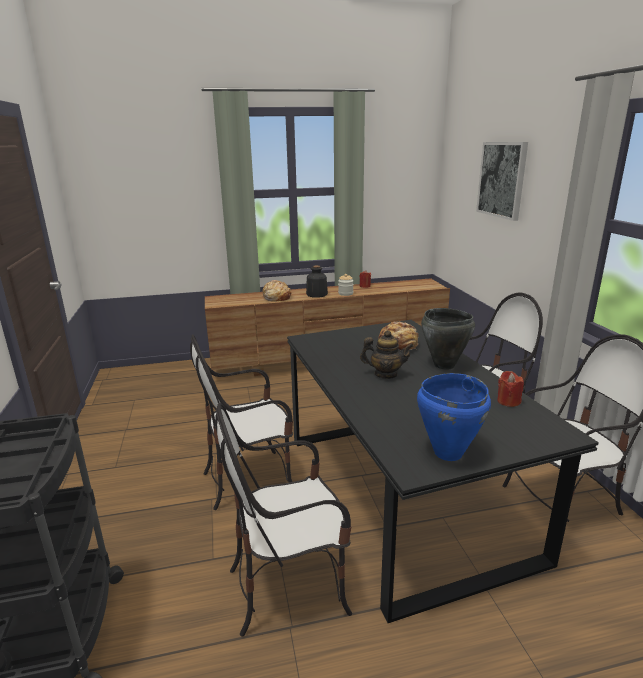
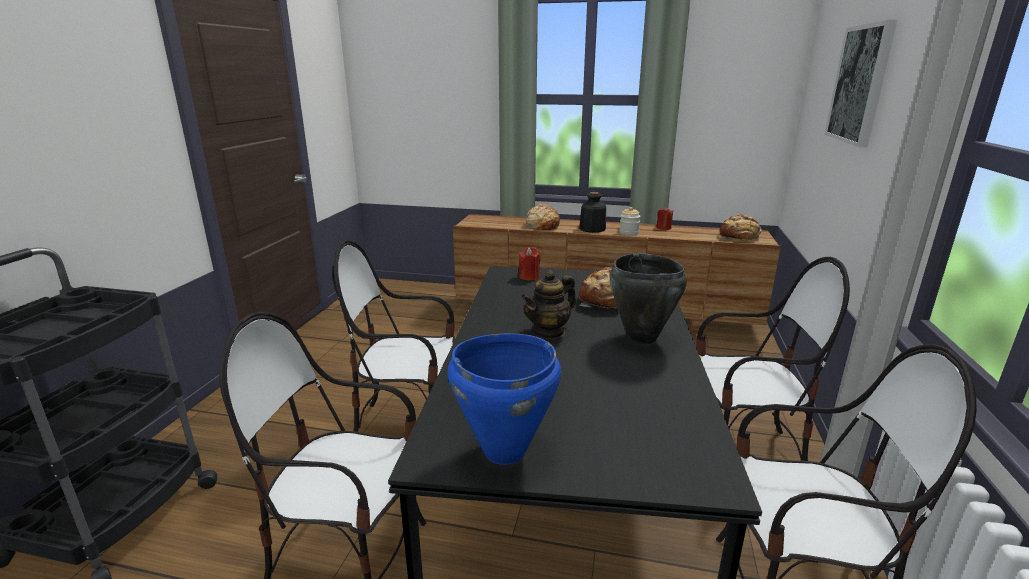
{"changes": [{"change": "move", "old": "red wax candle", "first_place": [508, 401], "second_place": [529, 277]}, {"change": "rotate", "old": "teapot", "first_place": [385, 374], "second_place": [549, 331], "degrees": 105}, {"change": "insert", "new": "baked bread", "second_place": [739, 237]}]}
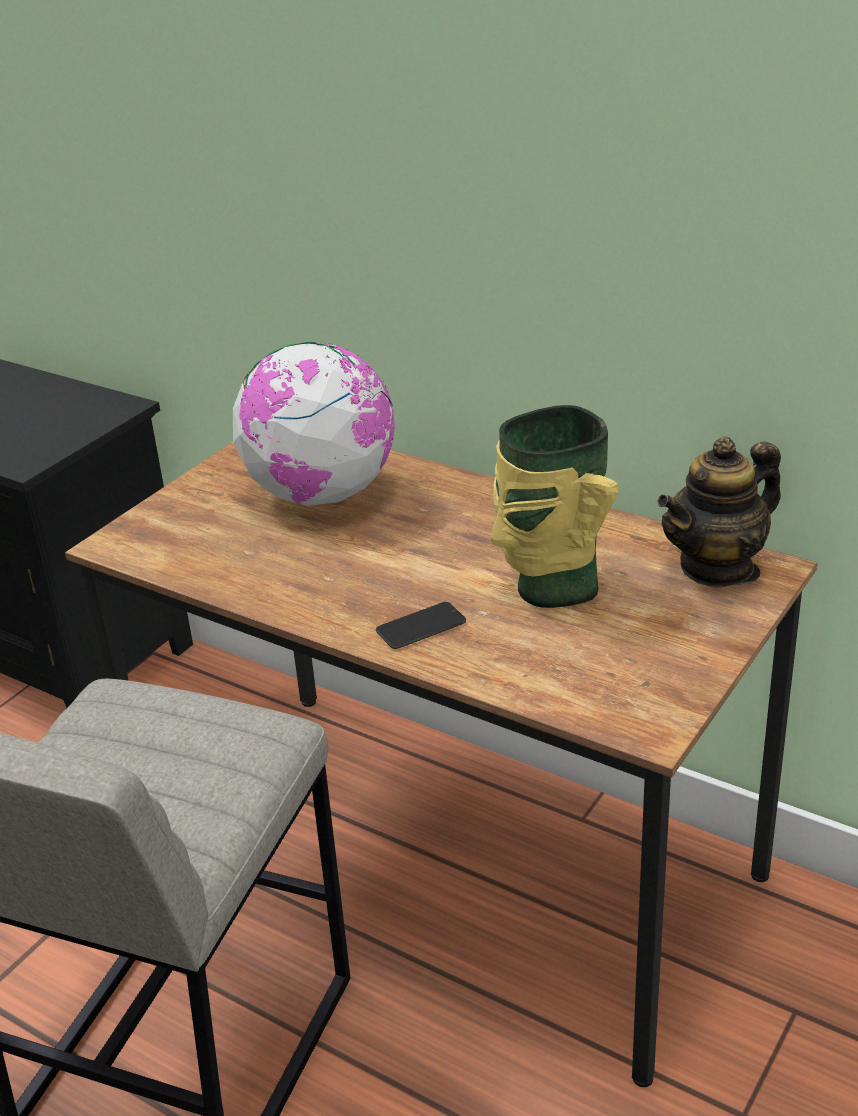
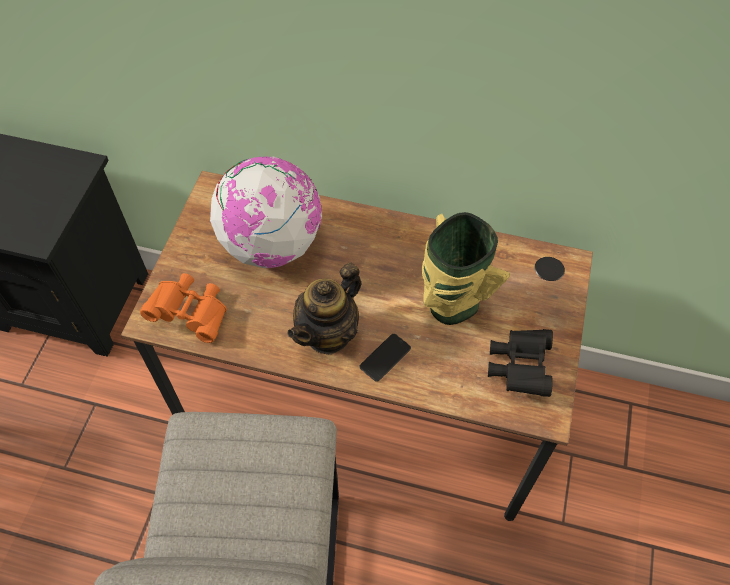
{"changes": [{"change": "insert", "new": "orangey field glasses", "second_place": [191, 314]}, {"change": "move", "old": "teapot", "first_place": [717, 567], "second_place": [328, 333]}, {"change": "insert", "new": "black-coloured field glasses", "second_place": [519, 367]}]}
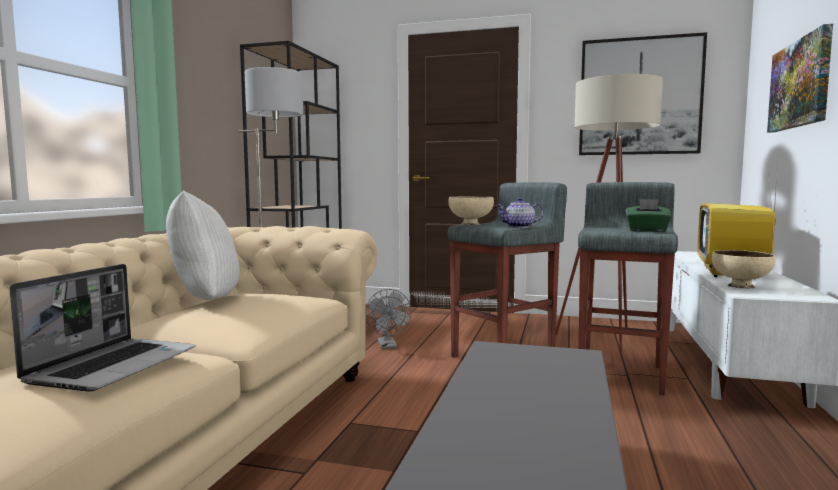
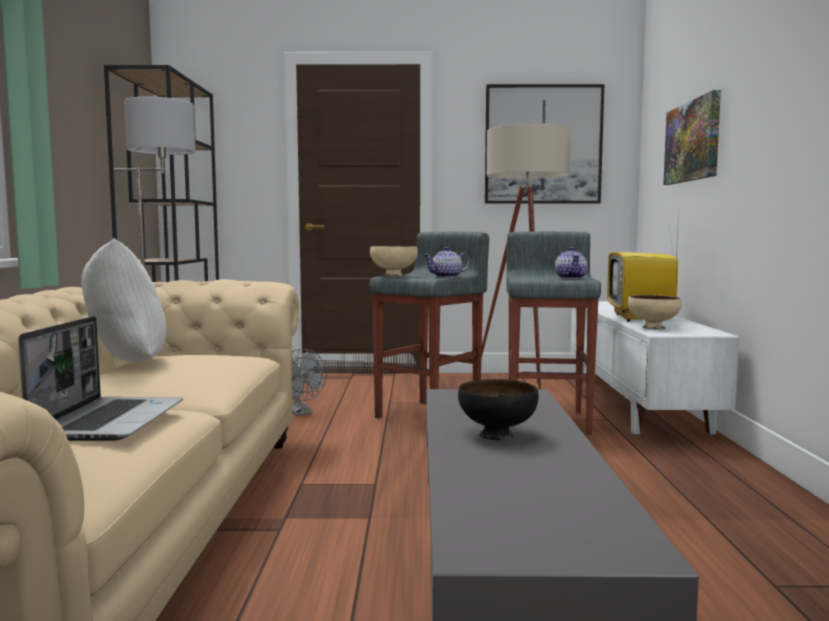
{"changes": [{"change": "insert", "new": "black-coloured deep dish", "second_place": [497, 435]}, {"change": "replace", "old": "green box of tissues", "new": "teapot", "first_place": [647, 231], "second_place": [571, 278]}]}
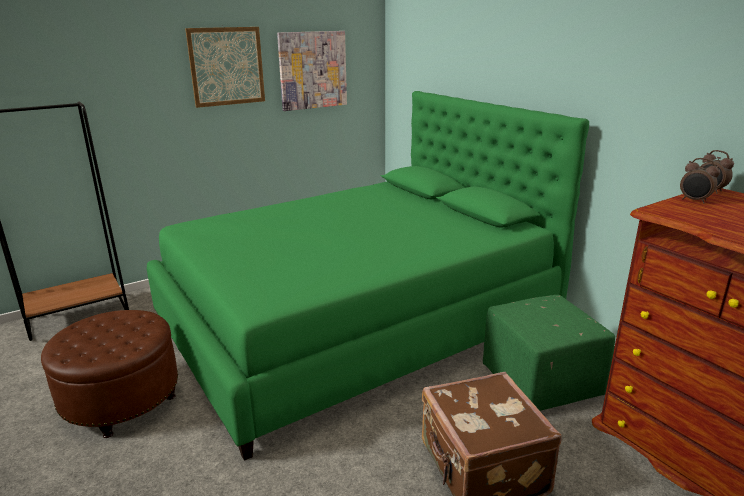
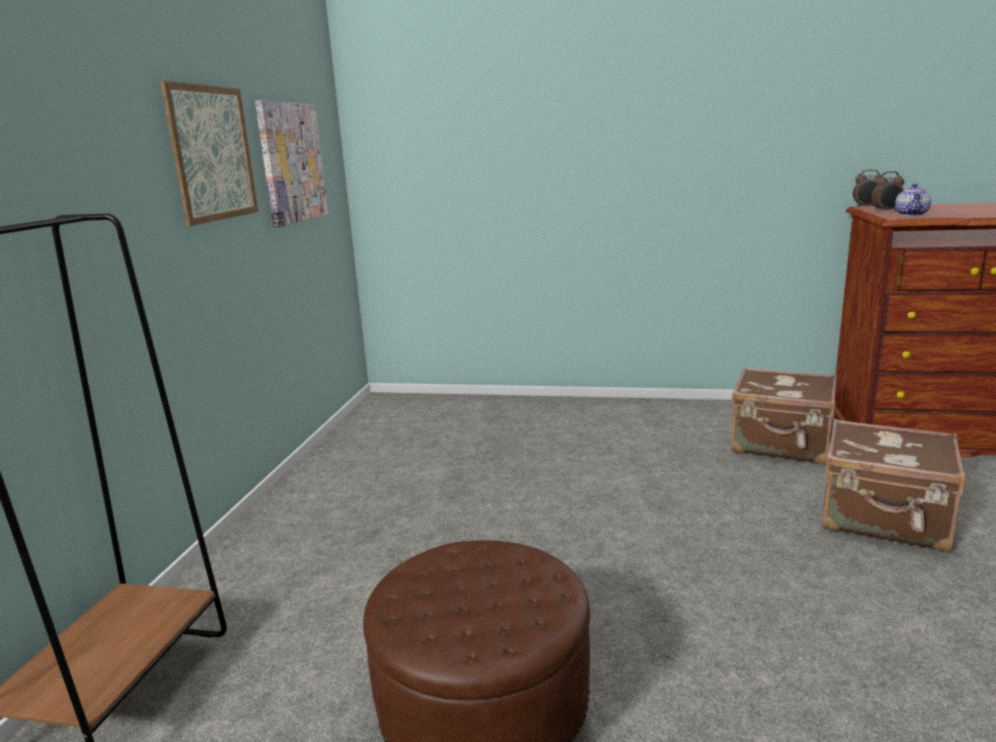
{"changes": [{"change": "replace", "old": "green ottoman", "new": "brown-coloured suitcase", "first_place": [541, 383], "second_place": [781, 445]}, {"change": "insert", "new": "teapot", "second_place": [912, 214]}, {"change": "delete", "old": "green bed", "first_place": [358, 321]}]}
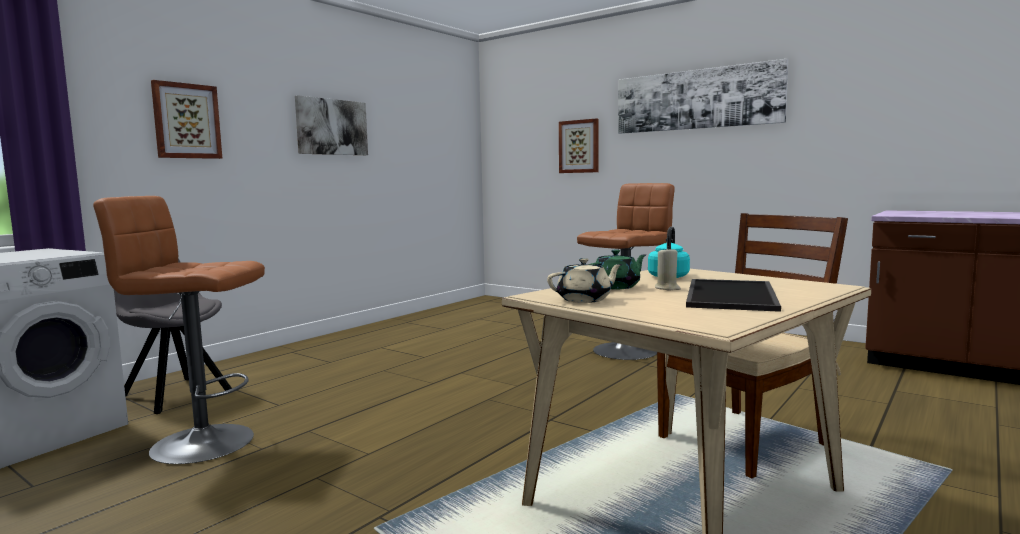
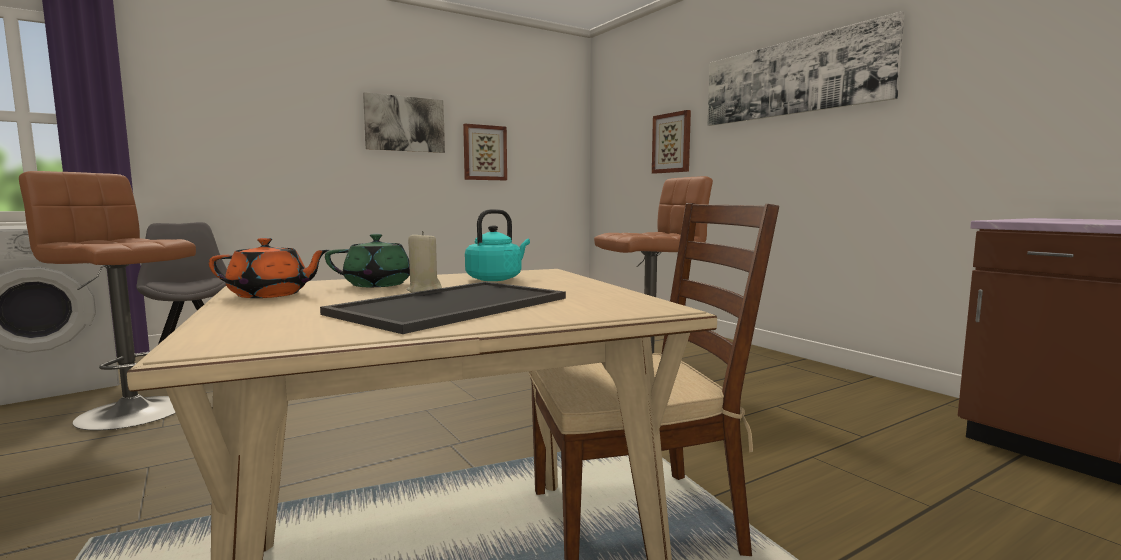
{"changes": [{"change": "recolor", "old": "beige-coloured teapot", "new": "orangey teapot", "first_place": [585, 299], "second_place": [270, 295]}, {"change": "move", "old": "picture", "first_place": [186, 121], "second_place": [484, 153]}]}
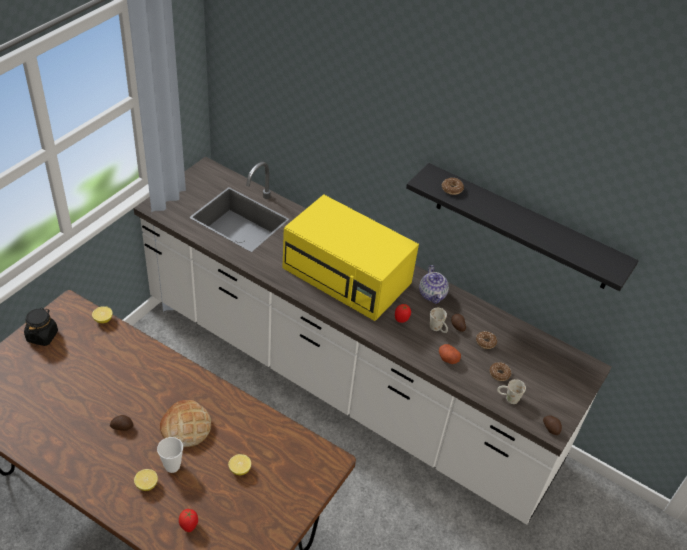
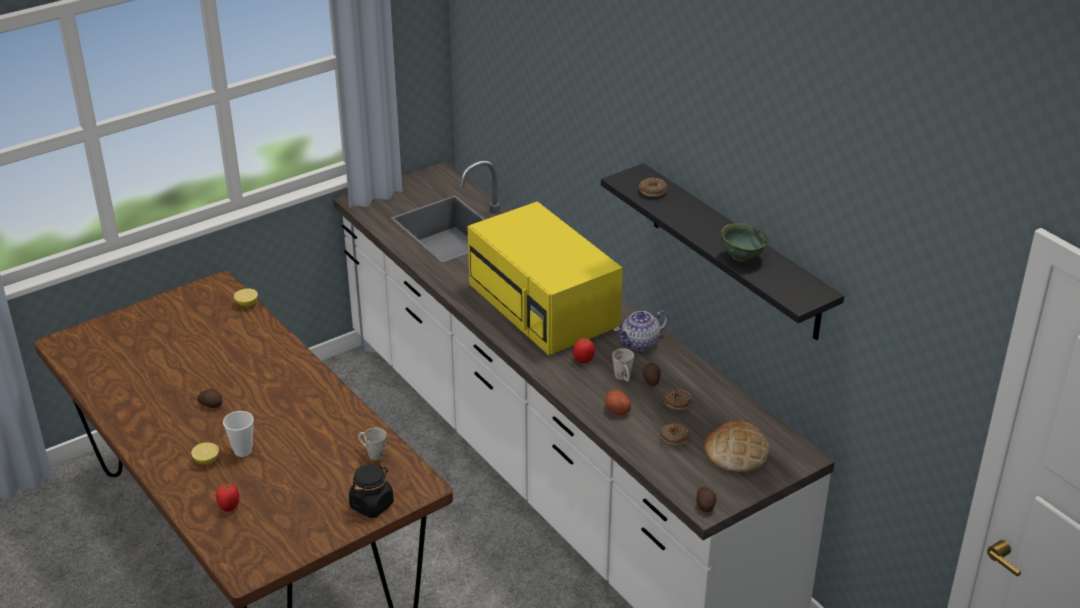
{"changes": [{"change": "move", "old": "black-coloured jar", "first_place": [42, 336], "second_place": [372, 505]}, {"change": "move", "old": "white-coloured coffee mug", "first_place": [508, 398], "second_place": [372, 453]}, {"change": "rotate", "old": "teapot", "first_place": [432, 295], "second_place": [640, 343], "degrees": 45}, {"change": "move", "old": "baked bread", "first_place": [186, 427], "second_place": [736, 452]}, {"change": "insert", "new": "green deep dish", "second_place": [741, 257]}, {"change": "delete", "old": "citrus fruit", "first_place": [240, 469]}]}
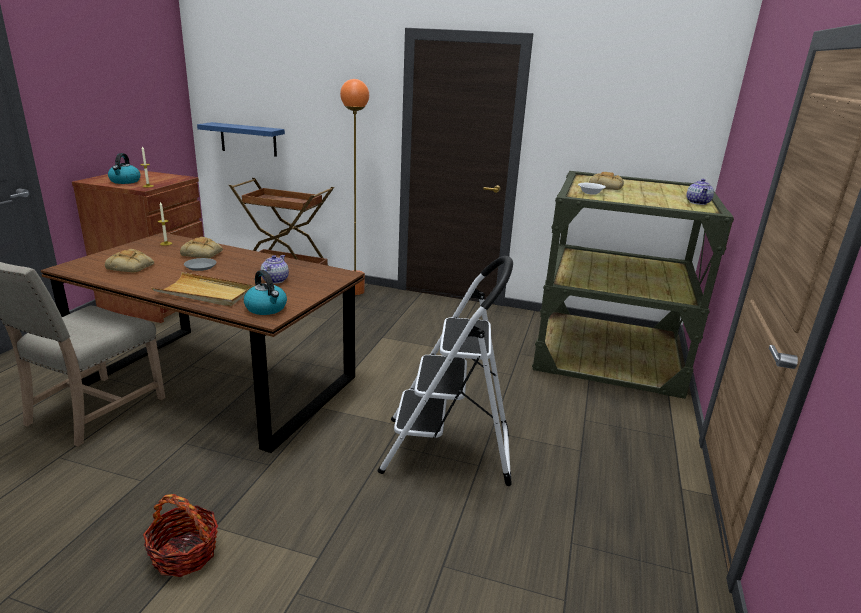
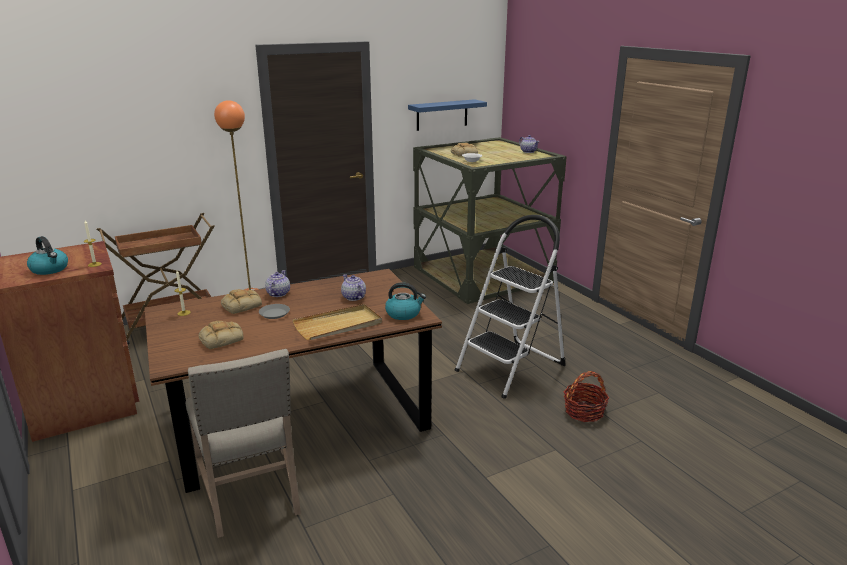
{"changes": [{"change": "insert", "new": "teapot", "second_place": [278, 294]}, {"change": "move", "old": "blue wall shelf", "first_place": [248, 139], "second_place": [442, 115]}, {"change": "move", "old": "storage basket", "first_place": [185, 554], "second_place": [584, 411]}]}
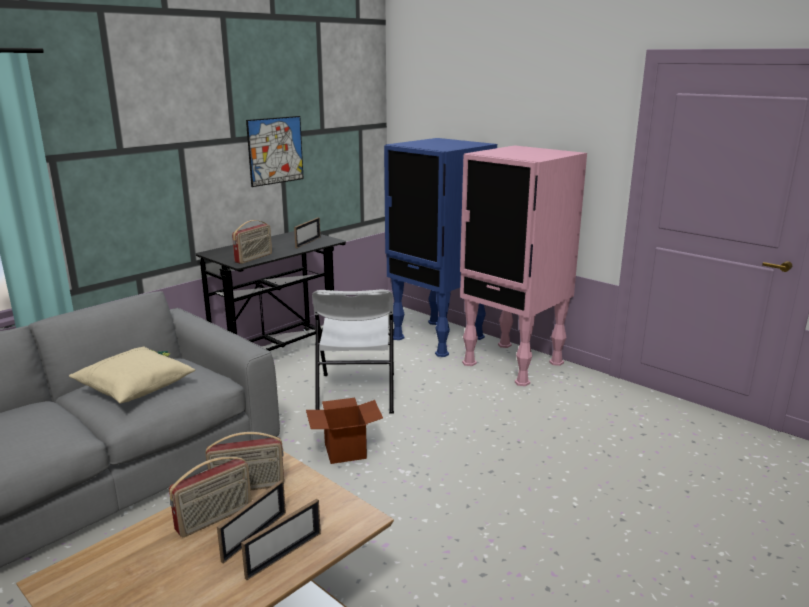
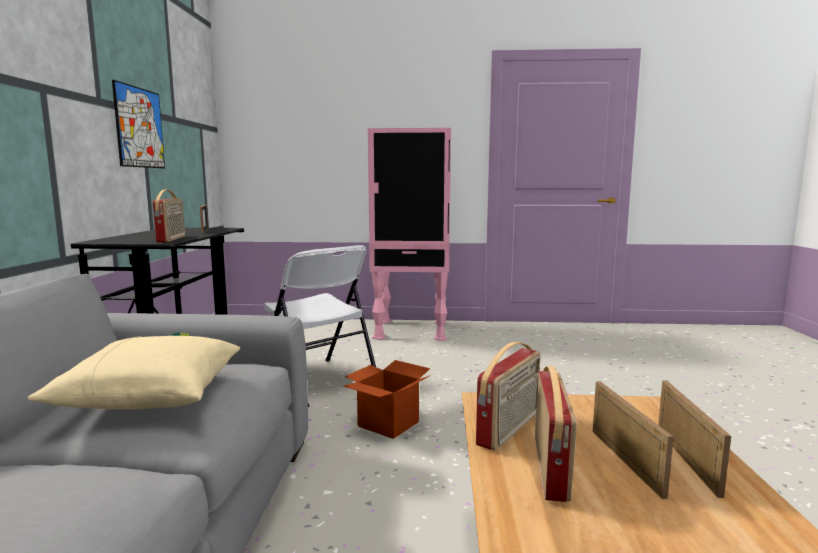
{"changes": [{"change": "delete", "old": "blue cupboard", "first_place": [437, 338]}]}
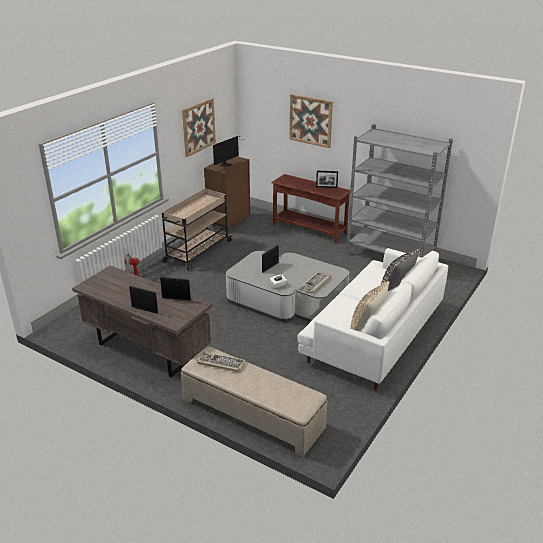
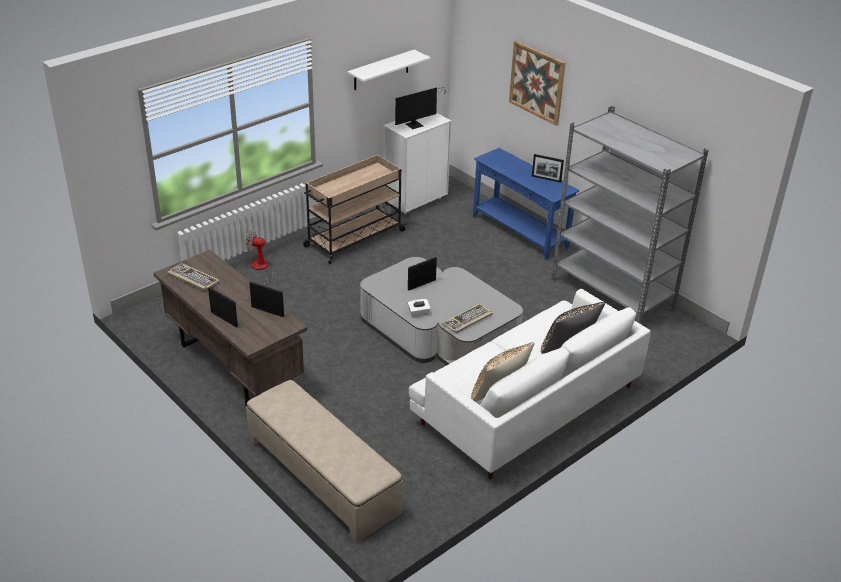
{"changes": [{"change": "move", "old": "PC keyboard", "first_place": [220, 363], "second_place": [192, 278]}, {"change": "replace", "old": "picture", "new": "white-coloured wall shelf", "first_place": [198, 127], "second_place": [381, 70]}, {"change": "recolor", "old": "brown-coloured cupboard", "new": "white-coloured cupboard", "first_place": [229, 221], "second_place": [416, 200]}, {"change": "recolor", "old": "brown-coloured narrow table", "new": "blue narrow table", "first_place": [309, 229], "second_place": [520, 232]}]}
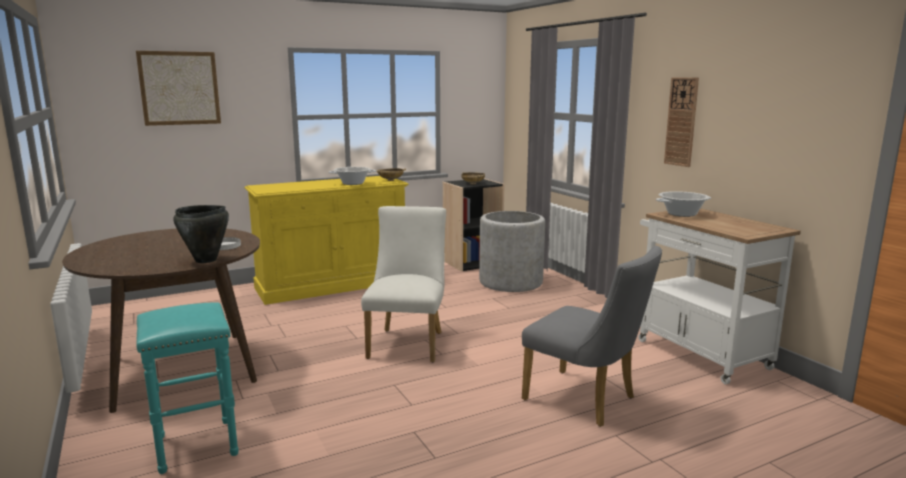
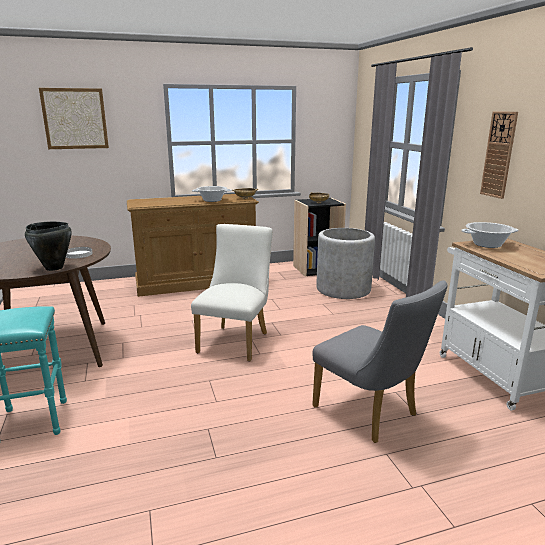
{"changes": [{"change": "recolor", "old": "yellow-coloured cupboard", "new": "brown-coloured cupboard", "first_place": [334, 284], "second_place": [197, 282]}]}
